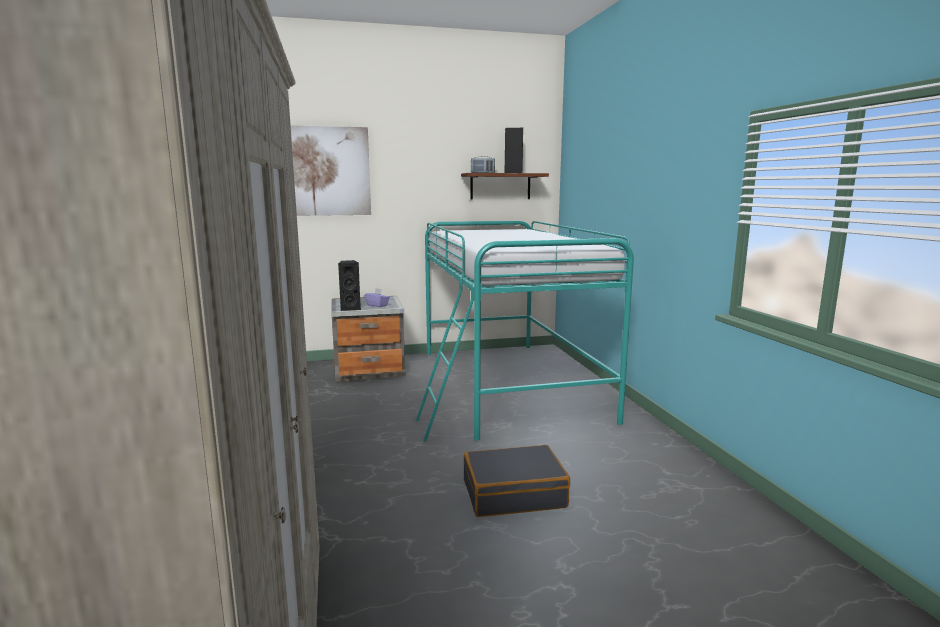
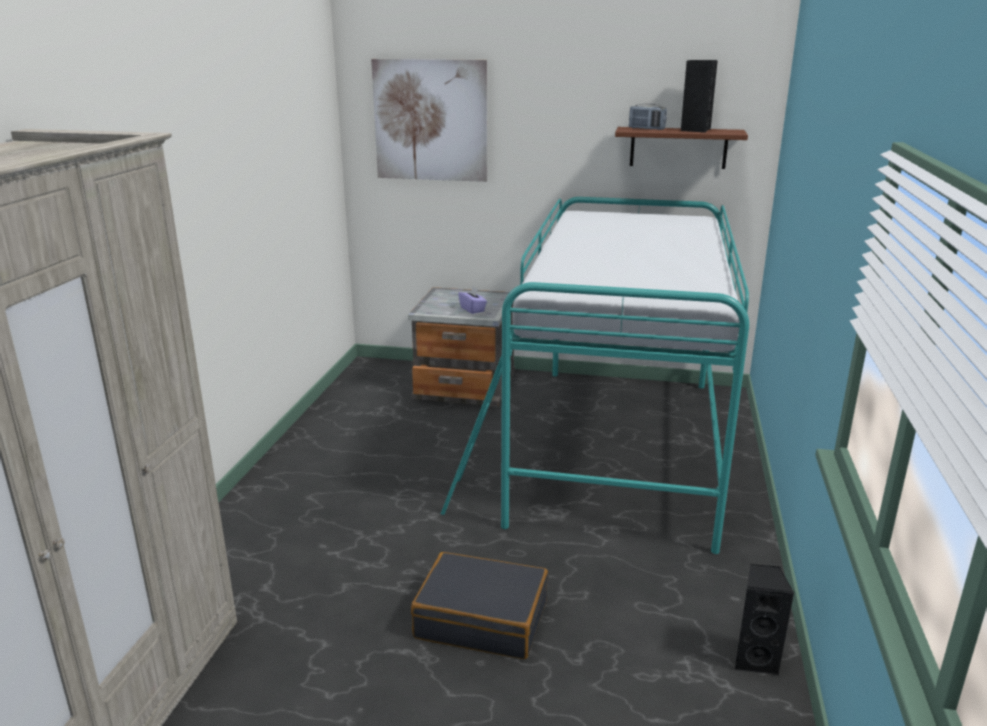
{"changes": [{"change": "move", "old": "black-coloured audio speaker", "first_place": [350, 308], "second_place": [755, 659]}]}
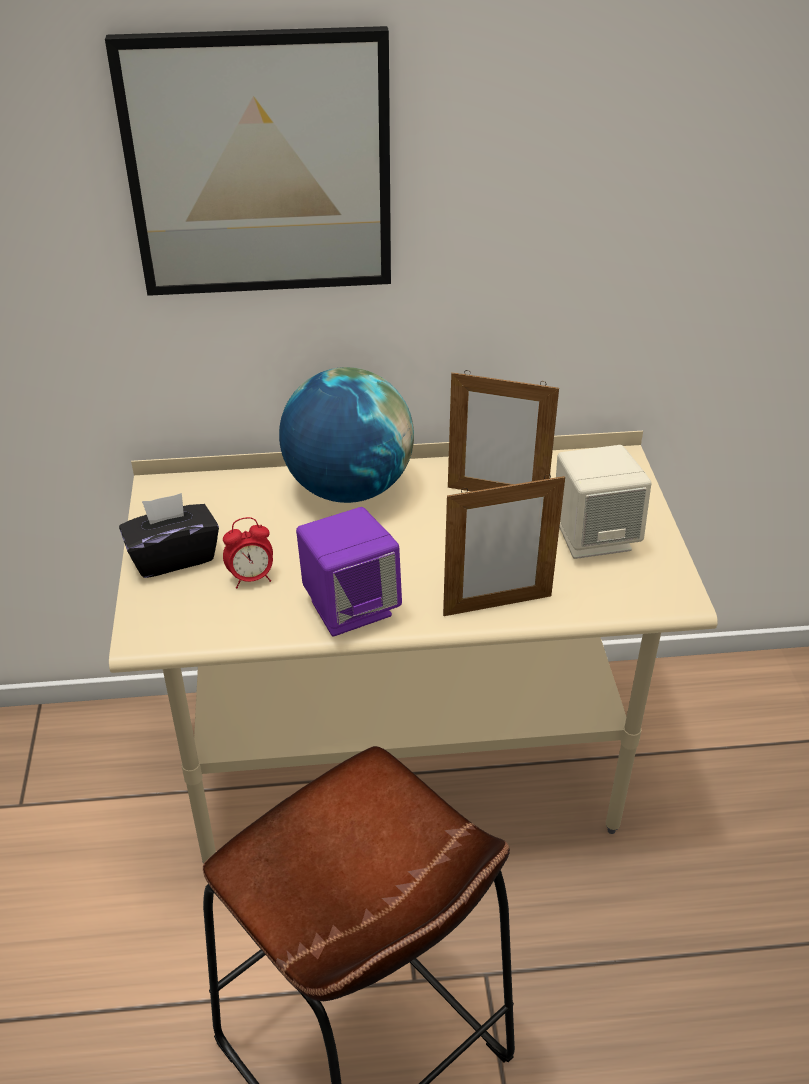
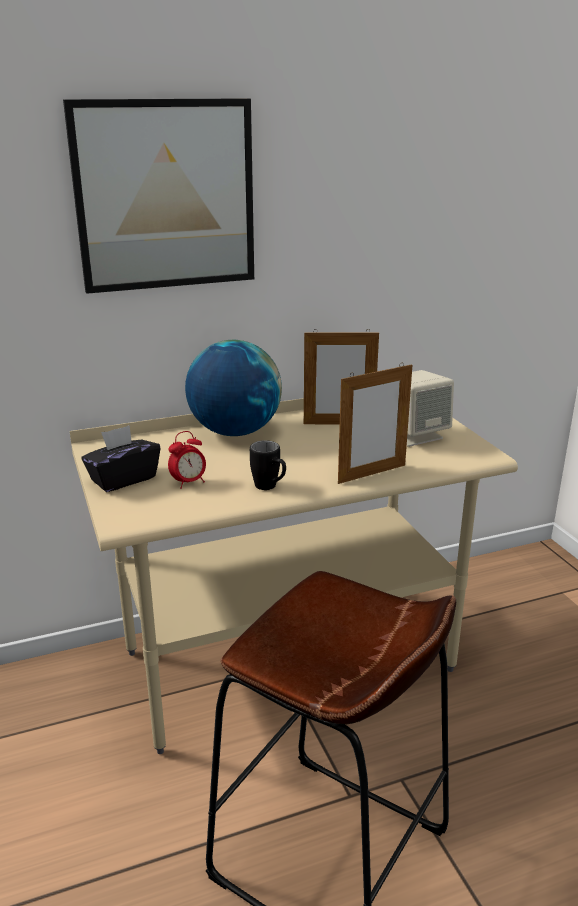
{"changes": [{"change": "replace", "old": "purple audio speaker", "new": "black-coloured coffee mug", "first_place": [350, 607], "second_place": [270, 488]}]}
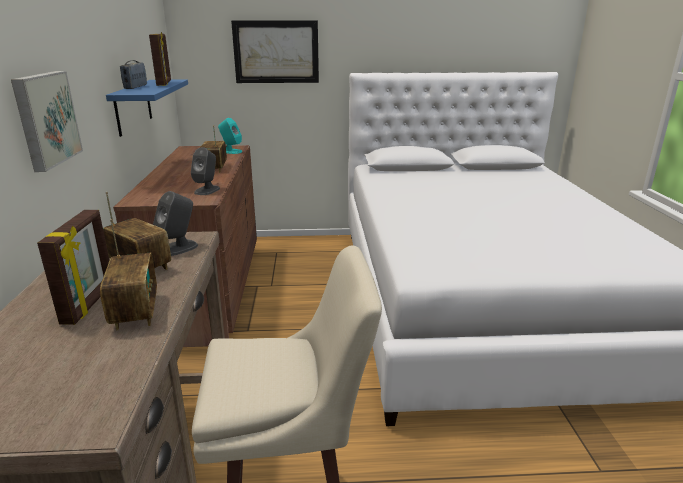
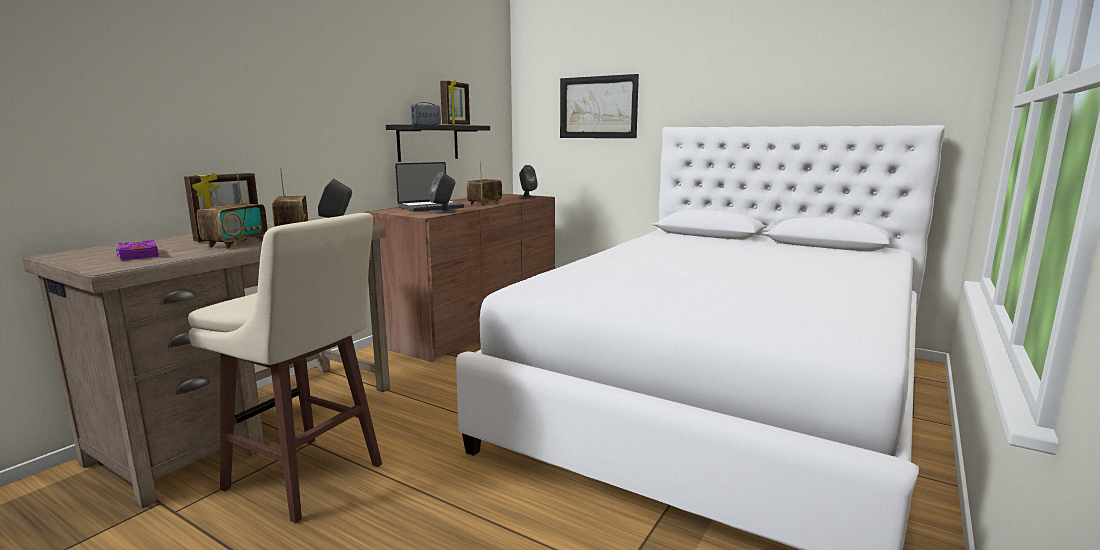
{"changes": [{"change": "insert", "new": "purple book", "second_place": [137, 255]}, {"change": "recolor", "old": "blue wall shelf", "new": "black-coloured wall shelf", "first_place": [133, 106], "second_place": [428, 142]}, {"change": "insert", "new": "portable computer", "second_place": [430, 207]}, {"change": "recolor", "old": "turquoise audio speaker", "new": "gray audio speaker", "first_place": [231, 151], "second_place": [527, 198]}, {"change": "delete", "old": "picture", "first_place": [45, 119]}]}
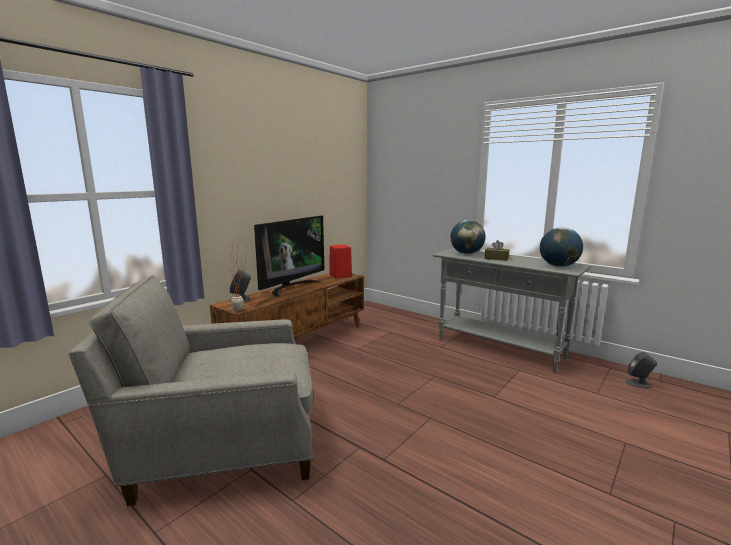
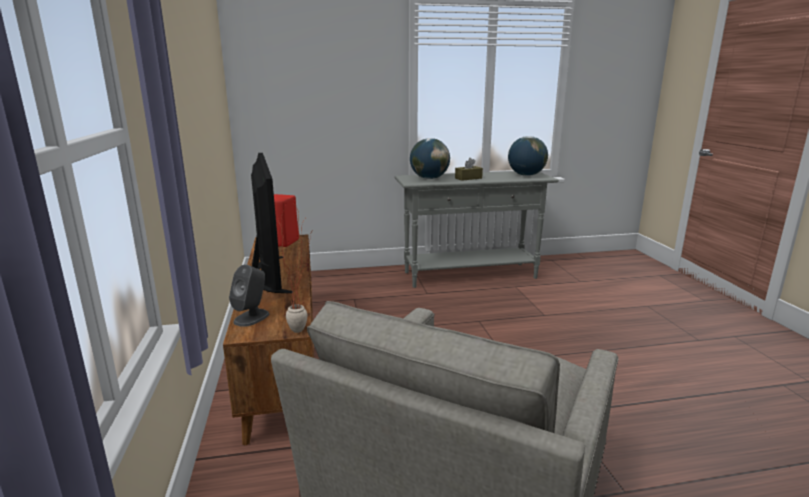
{"changes": [{"change": "delete", "old": "gray audio speaker", "first_place": [639, 383]}]}
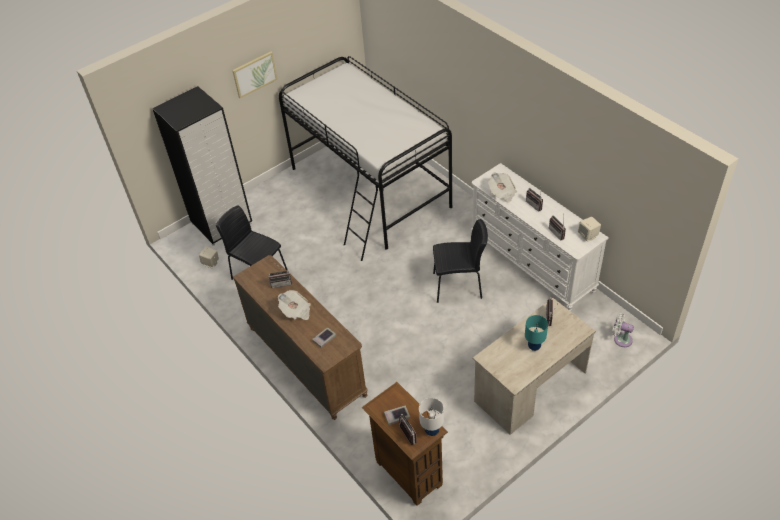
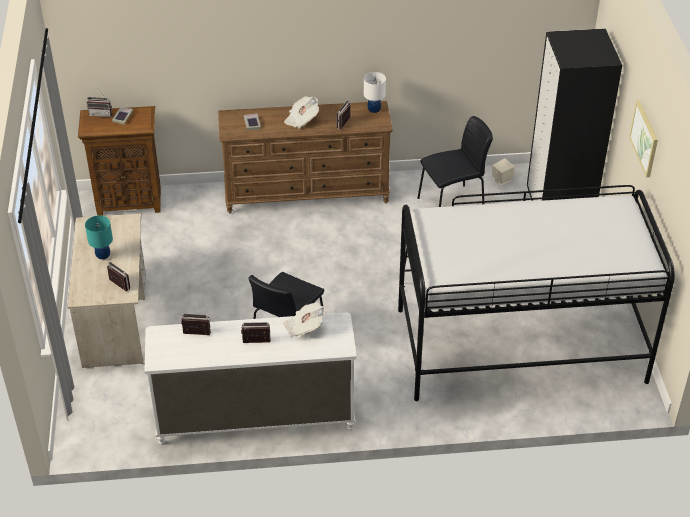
{"changes": [{"change": "move", "old": "white-coloured tabletop lamp", "first_place": [432, 430], "second_place": [374, 110]}, {"change": "delete", "old": "beige-coloured audio speaker", "first_place": [588, 236]}, {"change": "delete", "old": "white-coloured cooling fan", "first_place": [621, 339]}]}
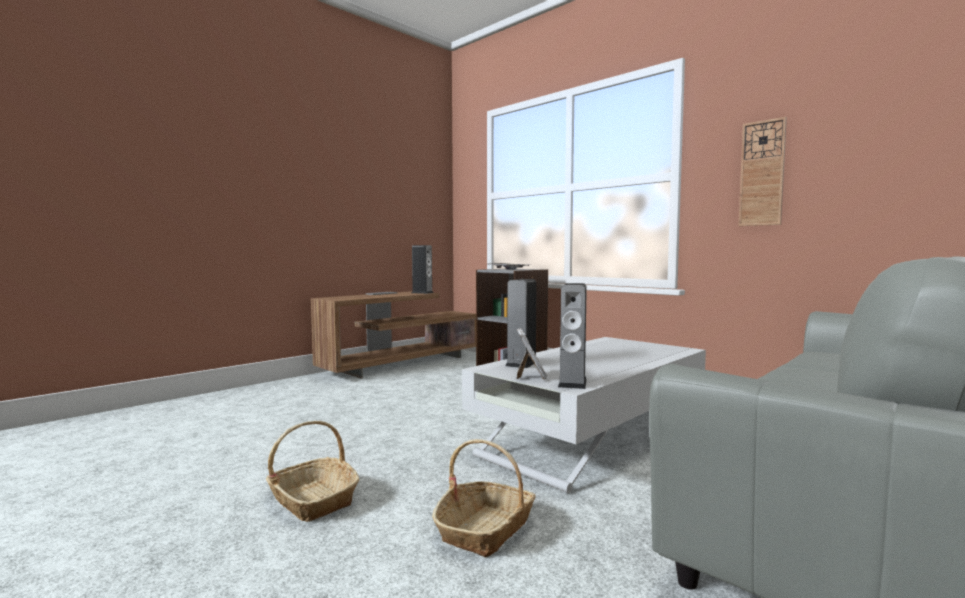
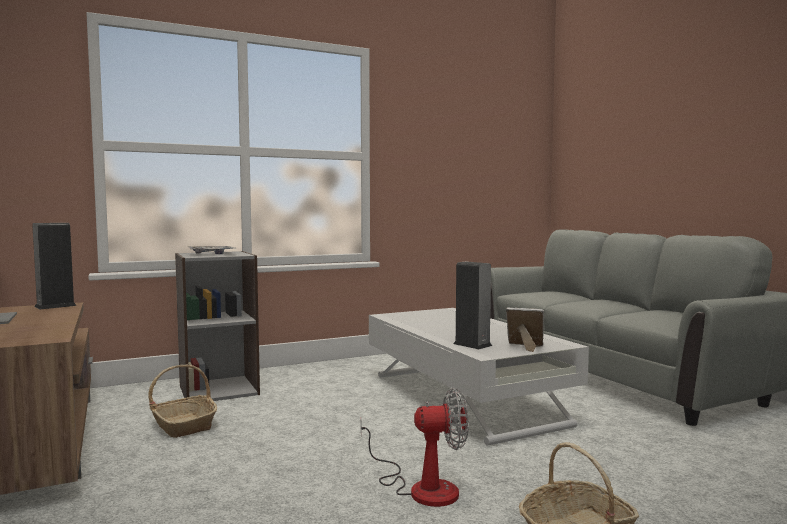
{"changes": [{"change": "move", "old": "storage basket", "first_place": [486, 529], "second_place": [183, 425]}, {"change": "insert", "new": "cooling fan", "second_place": [421, 487]}, {"change": "delete", "old": "audio speaker", "first_place": [572, 383]}, {"change": "delete", "old": "hanging clock", "first_place": [762, 173]}]}
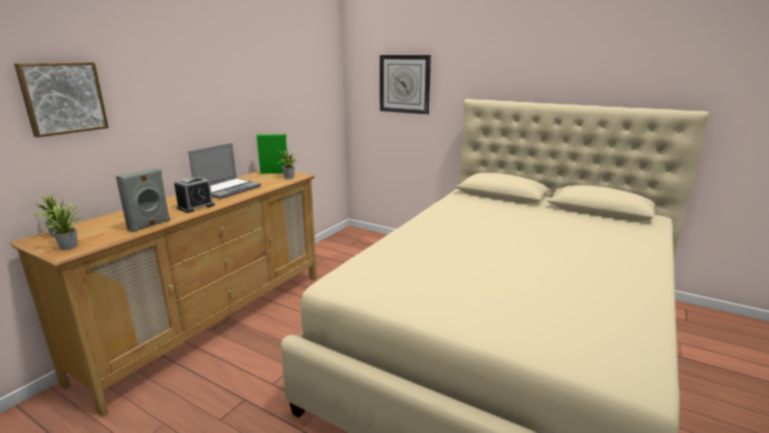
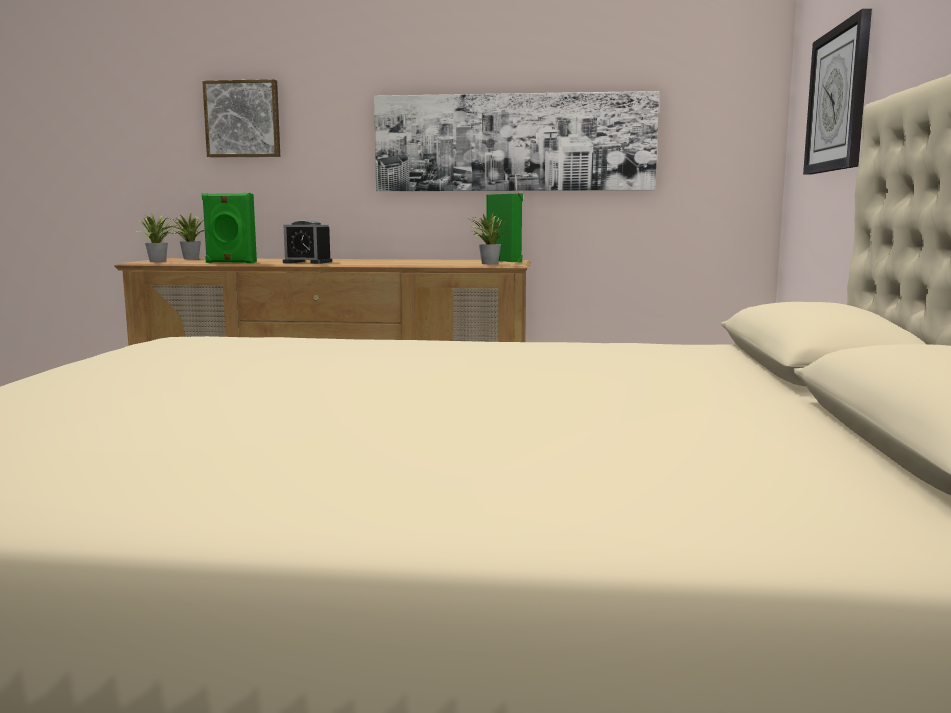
{"changes": [{"change": "recolor", "old": "gray audio speaker", "new": "green audio speaker", "first_place": [150, 225], "second_place": [230, 262]}, {"change": "insert", "new": "picture", "second_place": [513, 143]}, {"change": "delete", "old": "portable computer", "first_place": [228, 189]}]}
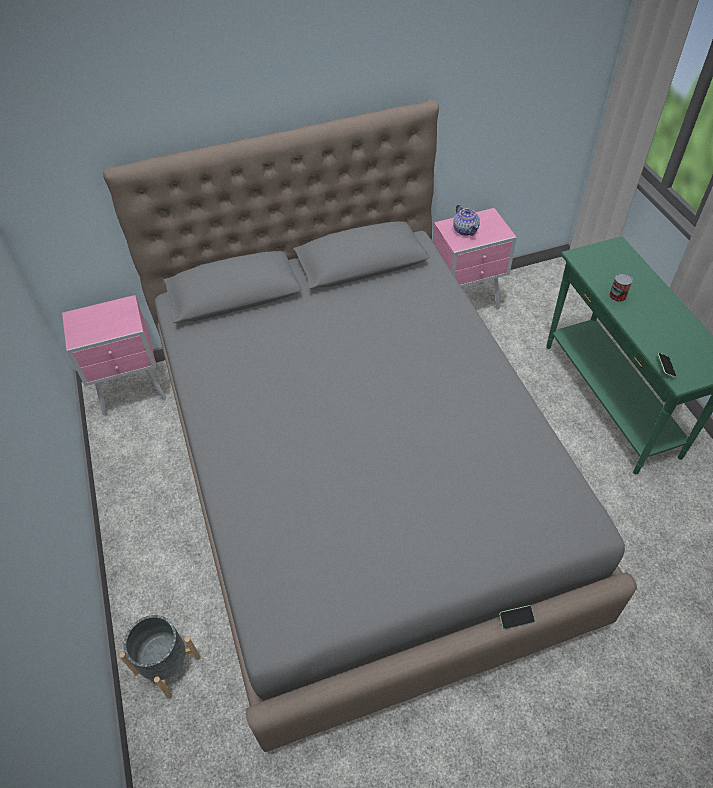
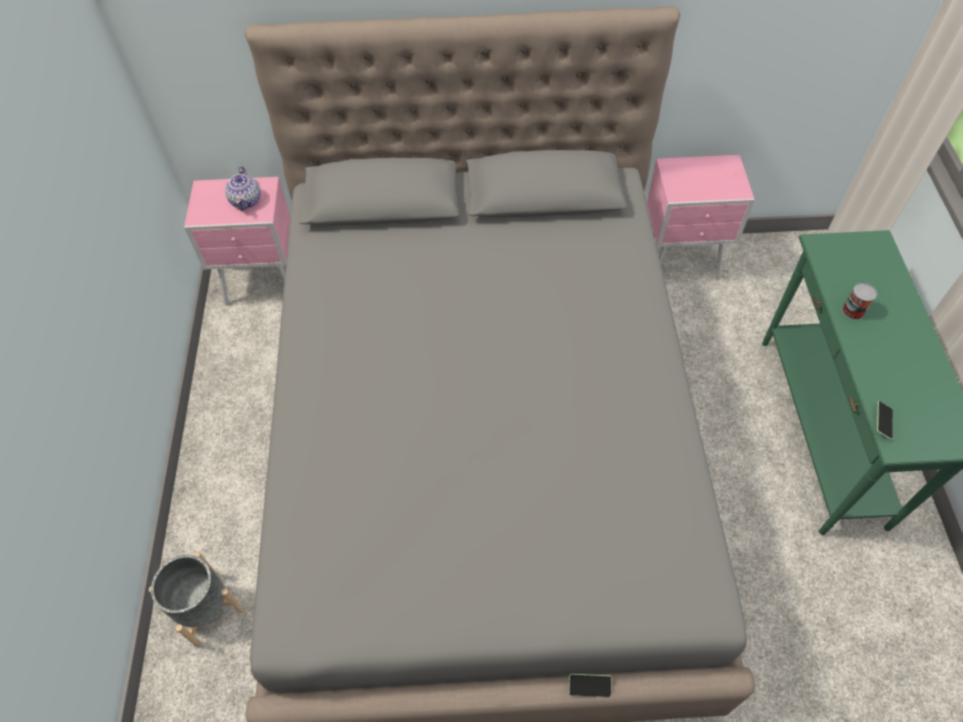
{"changes": [{"change": "move", "old": "teapot", "first_place": [465, 230], "second_place": [246, 200]}]}
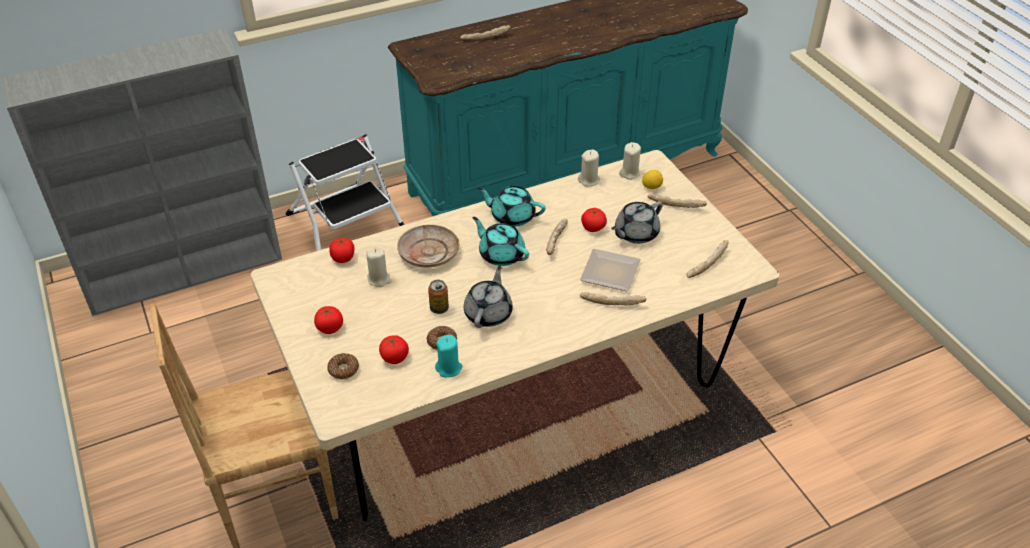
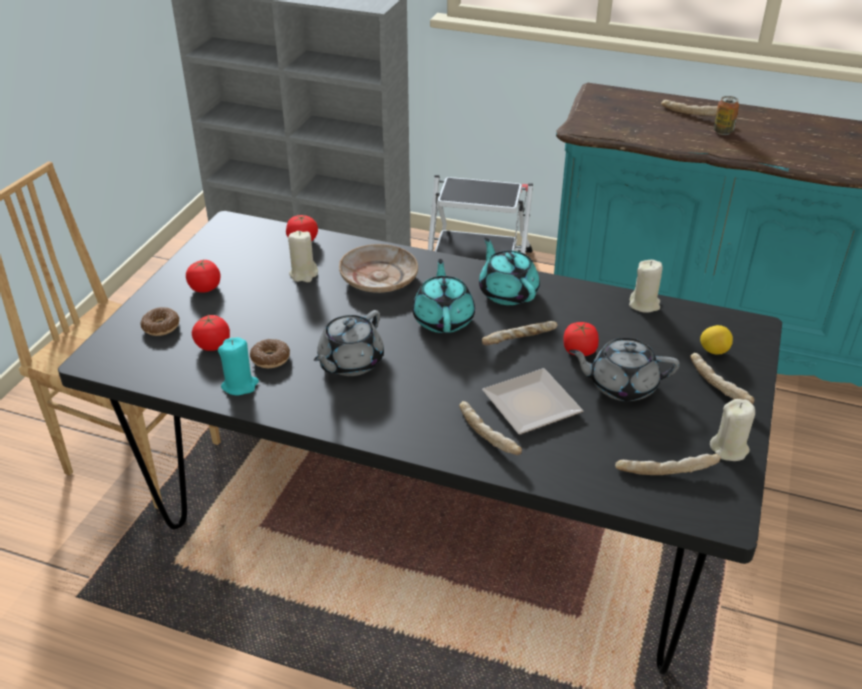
{"changes": [{"change": "recolor", "old": "beige-coloured dinner table", "new": "black-coloured dinner table", "first_place": [514, 404], "second_place": [428, 529]}, {"change": "rotate", "old": "gray teapot", "first_place": [489, 313], "second_place": [350, 362], "degrees": 150}, {"change": "move", "old": "beige-coloured wax candle", "first_place": [629, 173], "second_place": [729, 449]}, {"change": "move", "old": "sealed can", "first_place": [439, 308], "second_place": [723, 132]}]}
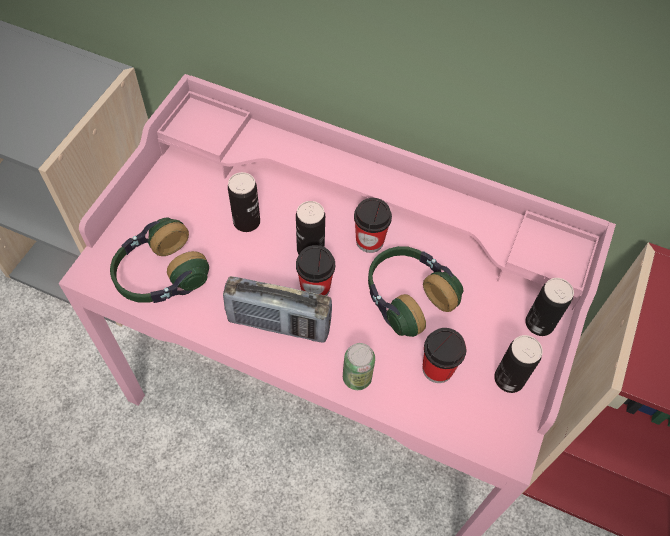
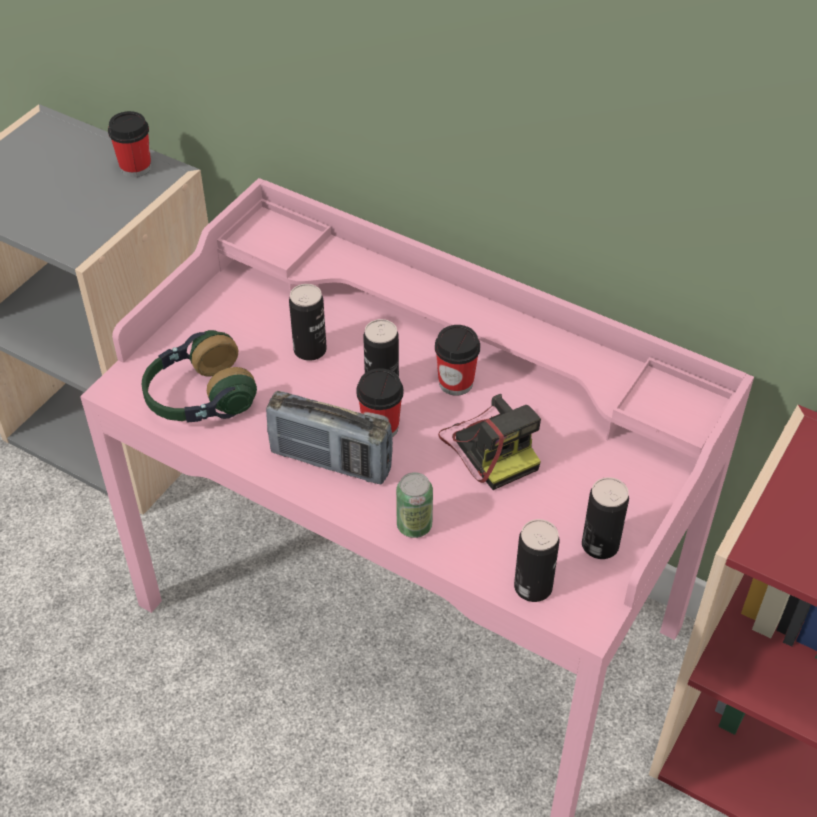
{"changes": [{"change": "move", "old": "drinking cup", "first_place": [437, 369], "second_place": [135, 167]}, {"change": "replace", "old": "headphones", "new": "photo camera", "first_place": [407, 297], "second_place": [490, 446]}, {"change": "move", "old": "sealed can", "first_place": [539, 323], "second_place": [533, 587]}]}
